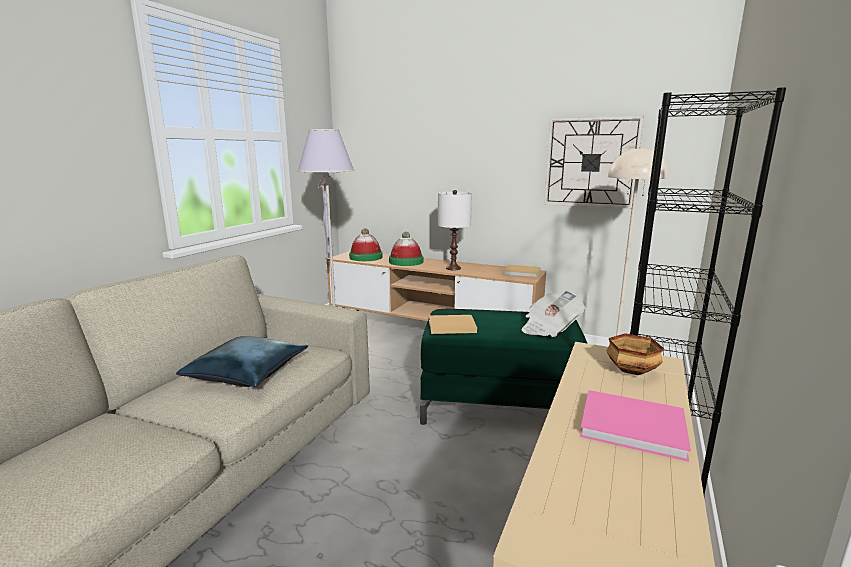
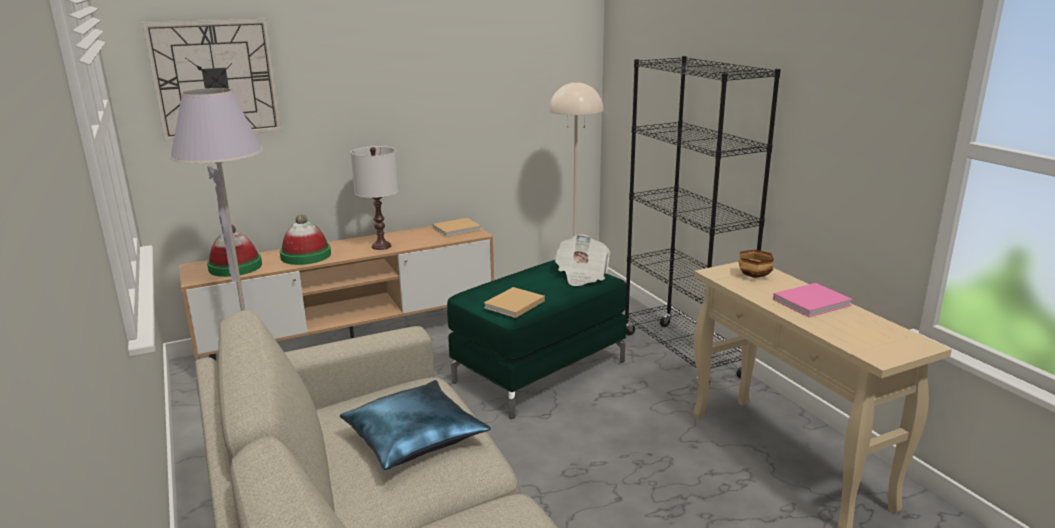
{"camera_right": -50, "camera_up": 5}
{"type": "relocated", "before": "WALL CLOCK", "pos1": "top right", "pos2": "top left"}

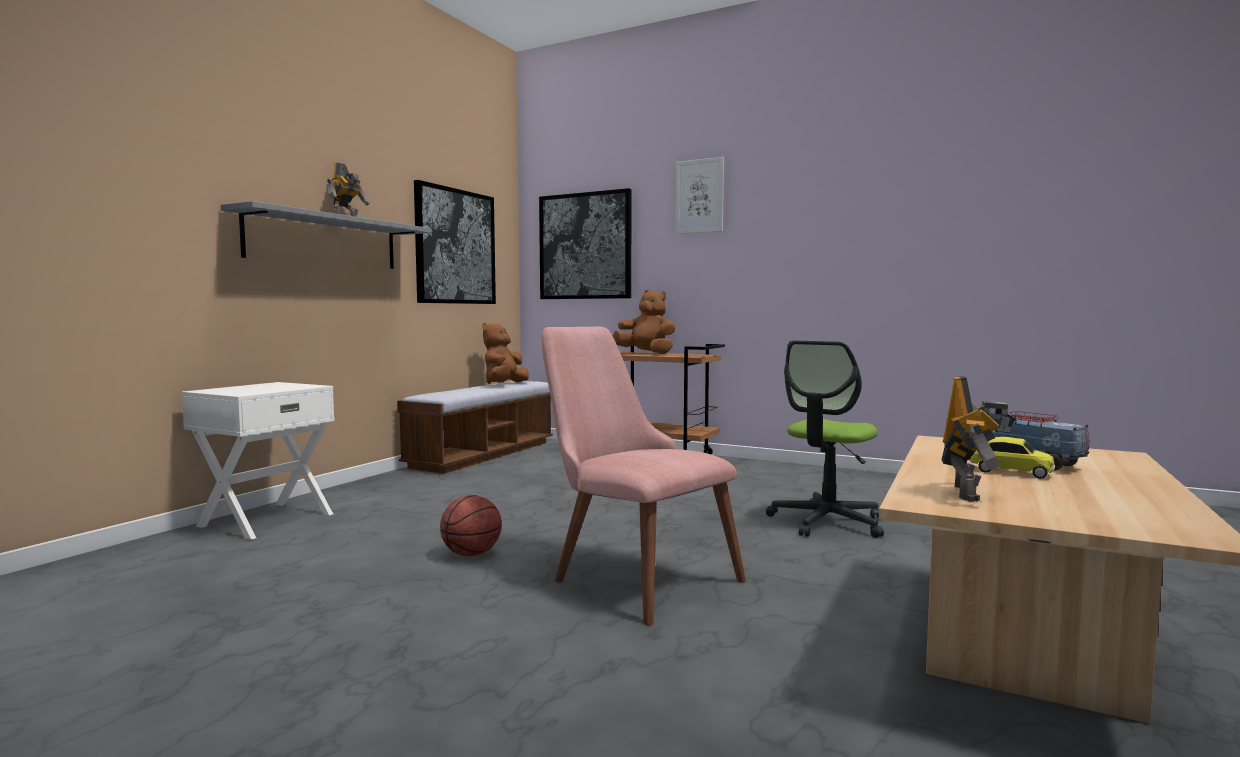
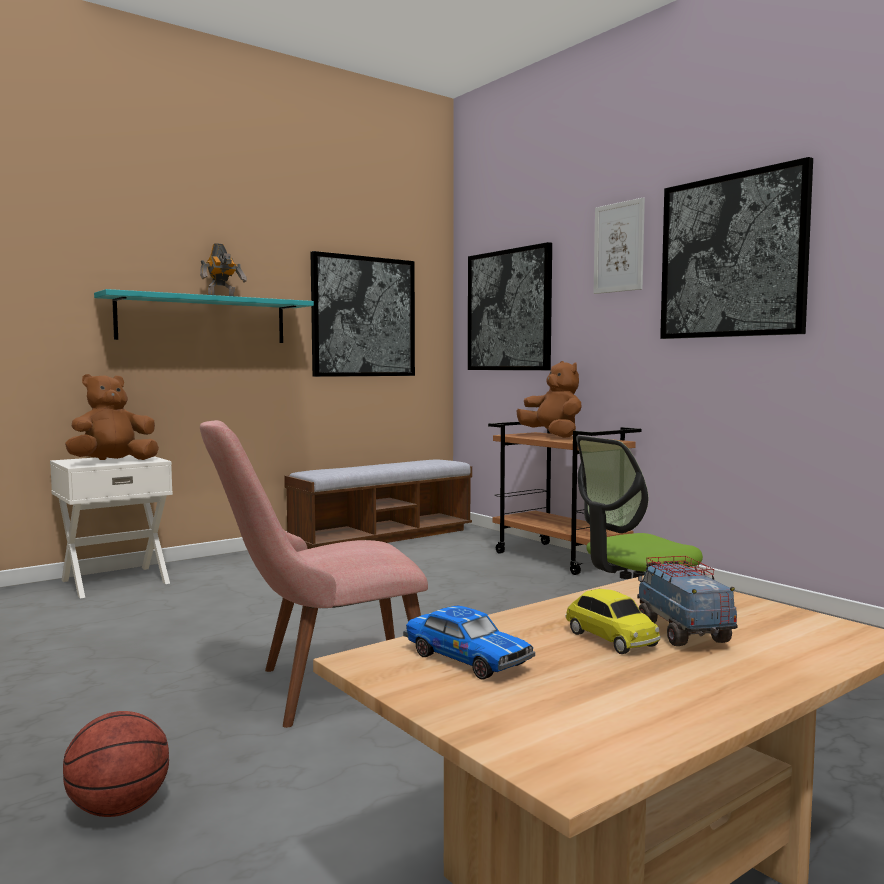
{"camera_right": 25, "camera_up": 0}
{"type": "colour", "before": "GREY SHELF", "after": "TURQUOISE SHELF", "pos1": "top left", "pos2": "middle left"}
{"type": "relocated", "before": "BASKETBALL", "pos1": "bottom centre", "pos2": "bottom left"}
{"type": "relocated", "before": "BROWN PLUSH TOY (no. 1 from left)", "pos1": "centre", "pos2": "middle left"}
{"type": "spun", "before": "PINK CHAIR", "pos1": "centre", "pos2": "centre", "turn": -90}
{"type": "exchanged", "before": "TOY ROBOT (no. 2 from left)", "after": "TOY CAR (no. 1 from left)", "pos1": "middle right", "pos2": "bottom centre"}
{"type": "appeared", "after": "PICTURE (no. 4 from left)", "pos2": "top right"}

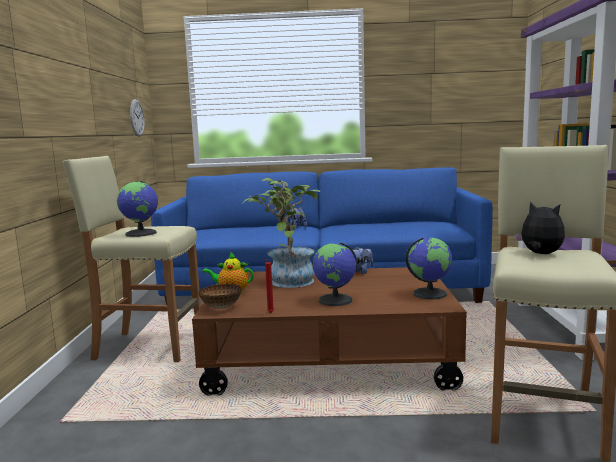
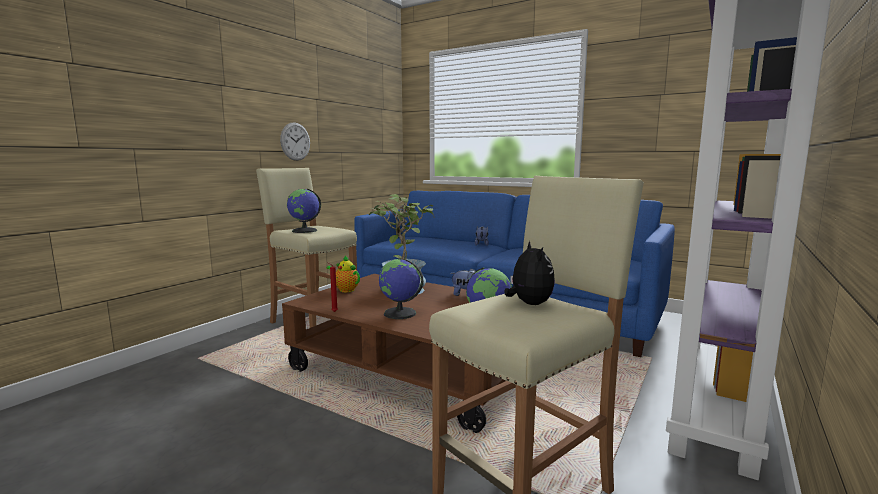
{"camera_right": 30, "camera_up": 0}
{"type": "relocated", "before": "WALL CLOCK", "pos1": "top left", "pos2": "top centre"}
{"type": "missing", "before": "BOWL", "pos1": "centre"}

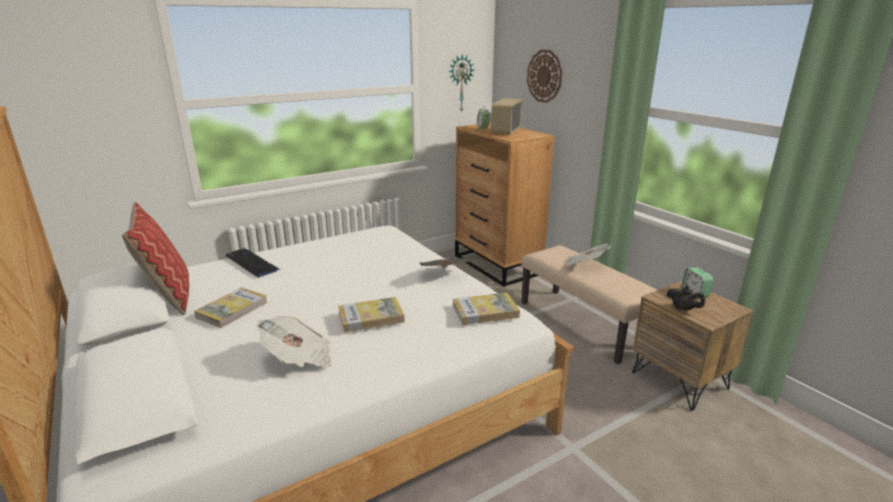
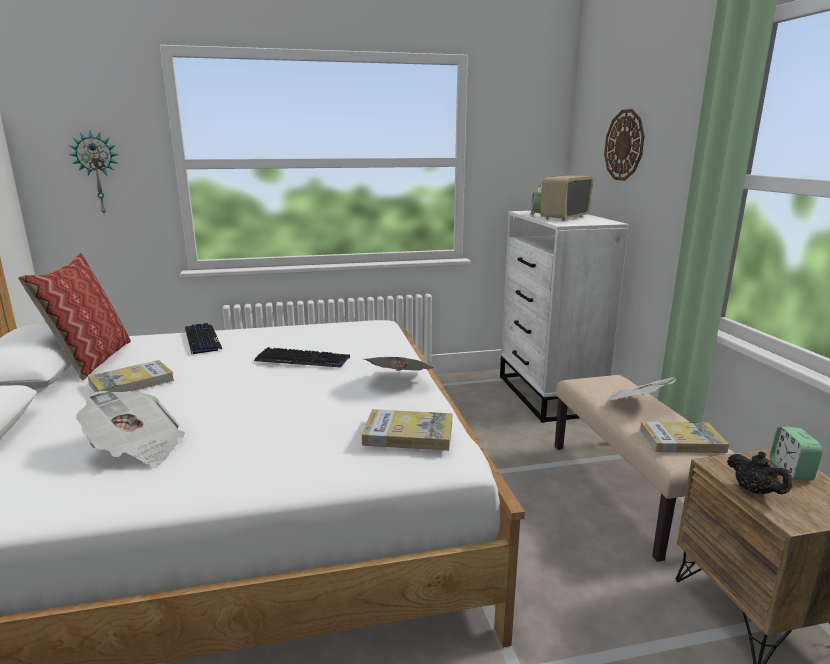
{"camera_right": 20, "camera_up": -5}
{"type": "relocated", "before": "BOOK (no. 2 from left in the first image)", "after": "BOOK (no. 3 from left)", "pos1": "centre", "pos2": "middle right"}
{"type": "relocated", "before": "WALL CLOCK (no. 1 from left)", "pos1": "top centre", "pos2": "top left"}
{"type": "colour", "before": "BROWN DRESSER", "after": "WHITE DRESSER", "pos1": "centre", "pos2": "middle right"}
{"type": "appeared", "after": "KEYBOARD (no. 2 from left)", "pos2": "centre"}

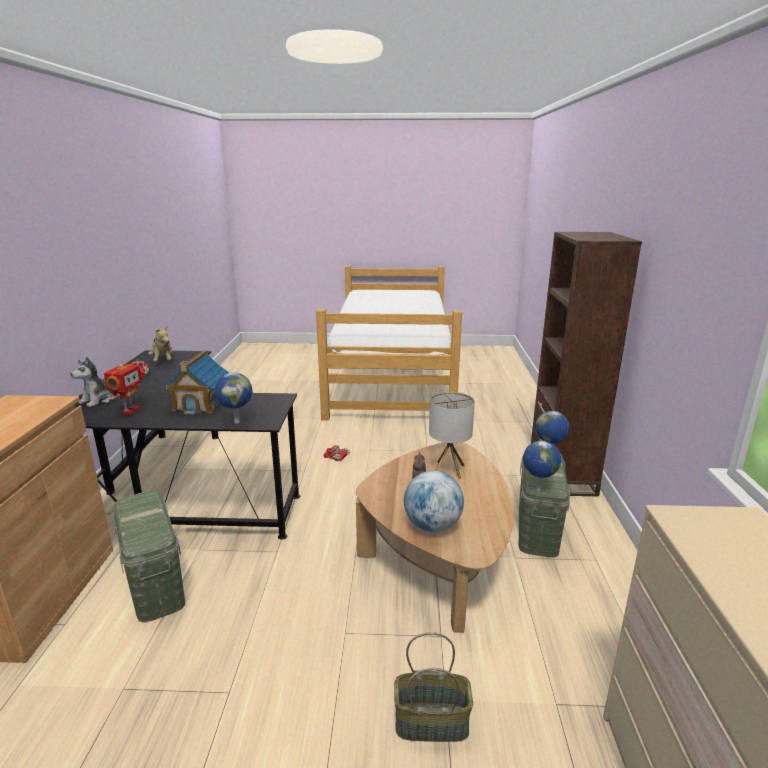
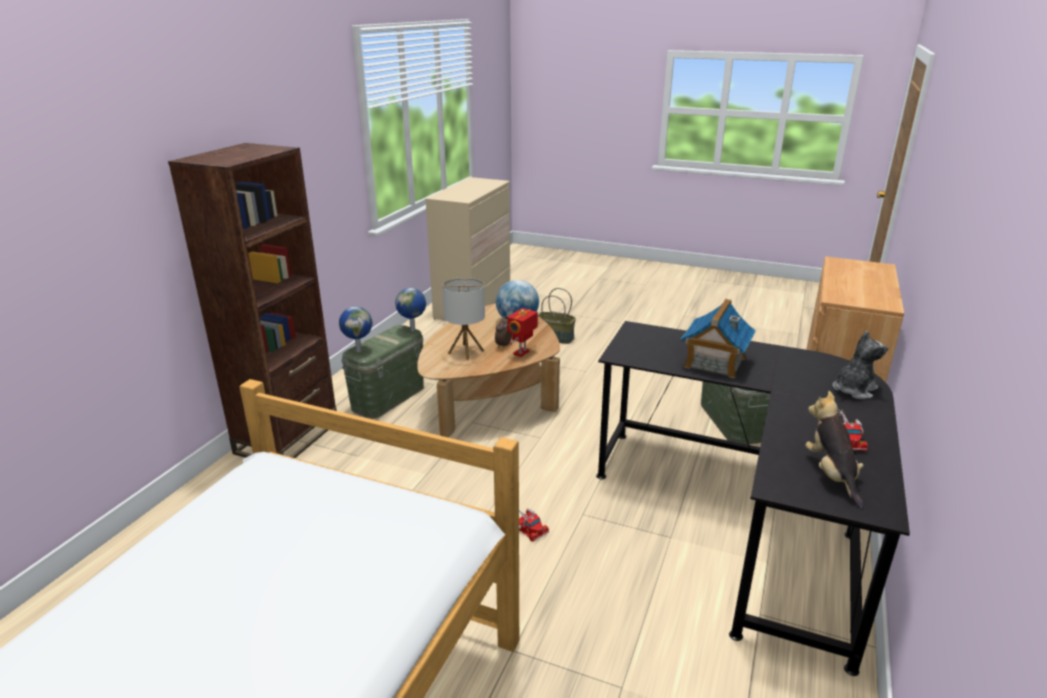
{"camera_right": -160, "camera_up": 5}
{"type": "relocated", "before": "TOY ROBOT", "pos1": "middle left", "pos2": "centre"}
{"type": "missing", "before": "GLOBE (no. 1 from left)", "pos1": "middle left"}

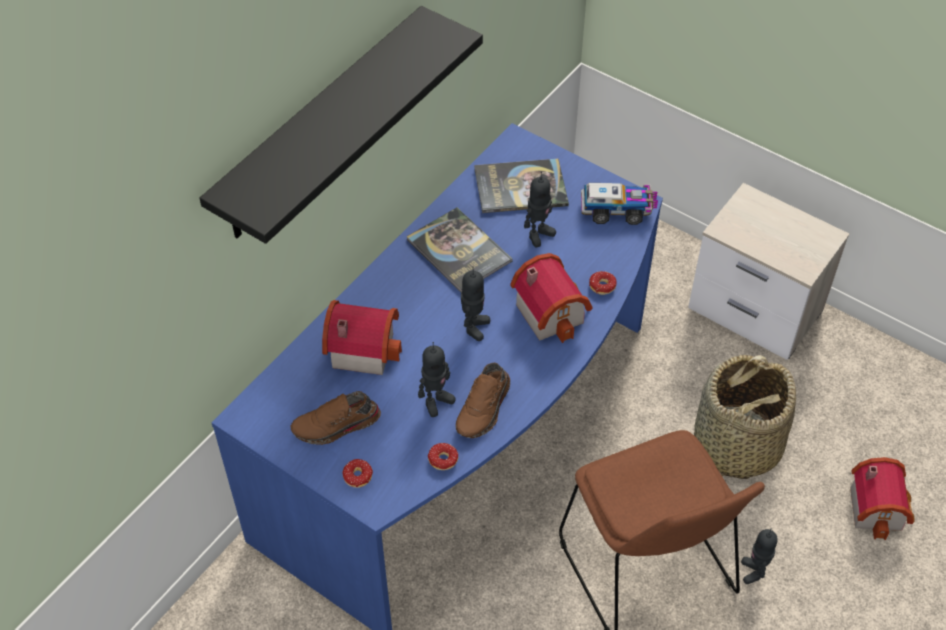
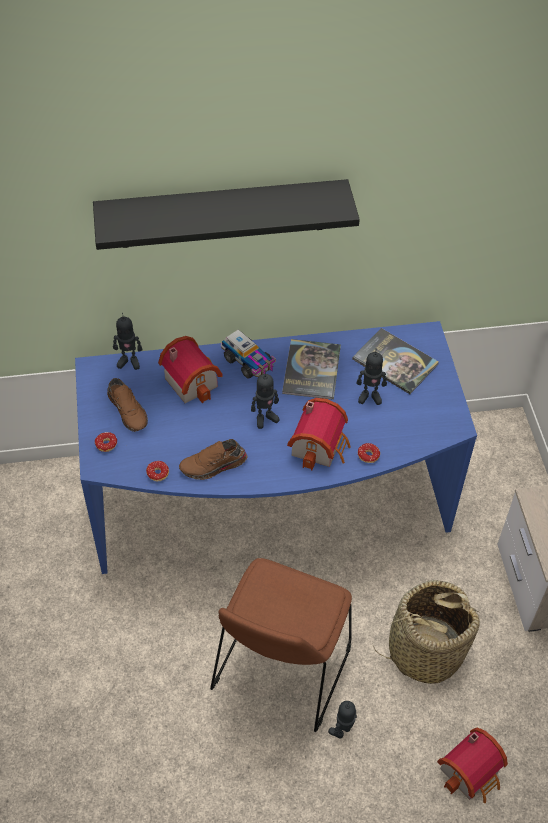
{"camera_right": 45, "camera_up": 0}
{"type": "spun", "before": "BROWN SHOE (no. 1 from left)", "pos1": "centre", "pos2": "middle left", "turn": -150}
{"type": "relocated", "before": "TOY ROBOT (no. 1 from left)", "pos1": "centre", "pos2": "middle left"}
{"type": "relocated", "before": "TOY TRUCK", "pos1": "top centre", "pos2": "centre"}

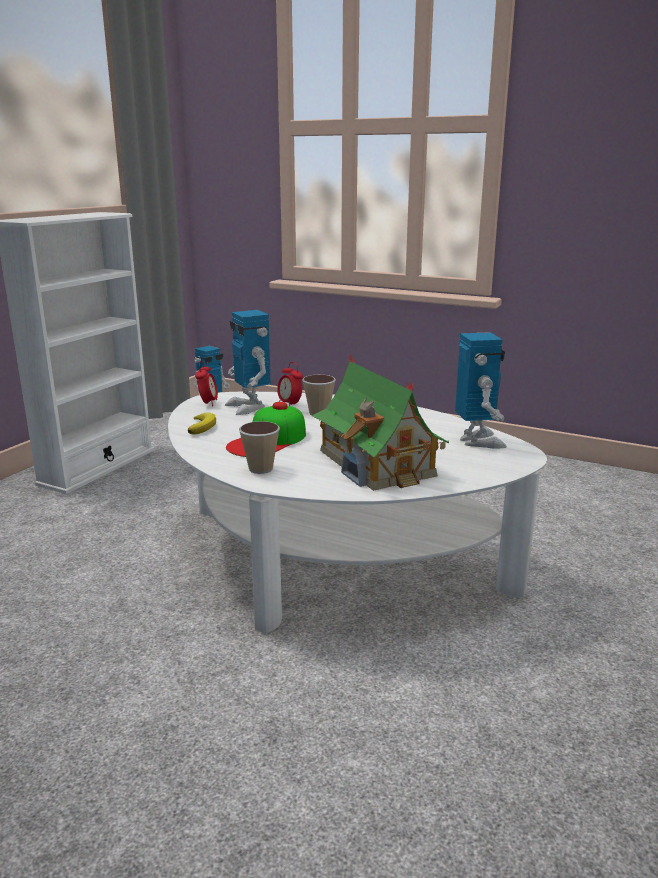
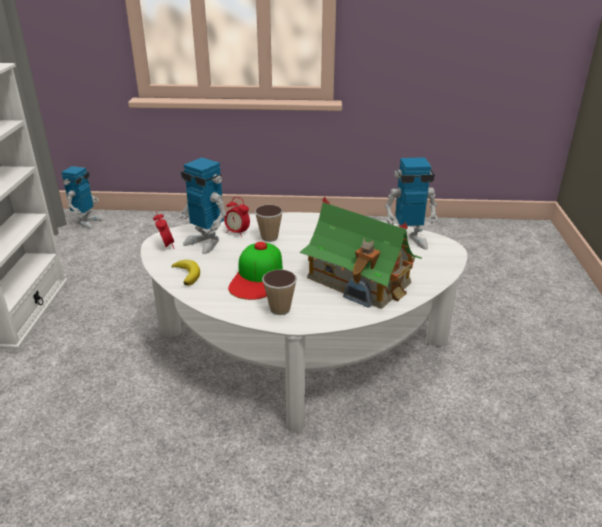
{"camera_right": -25, "camera_up": 10}
{"type": "spun", "before": "TOY ROBOT (no. 3 from left)", "pos1": "middle right", "pos2": "middle right", "turn": 120}

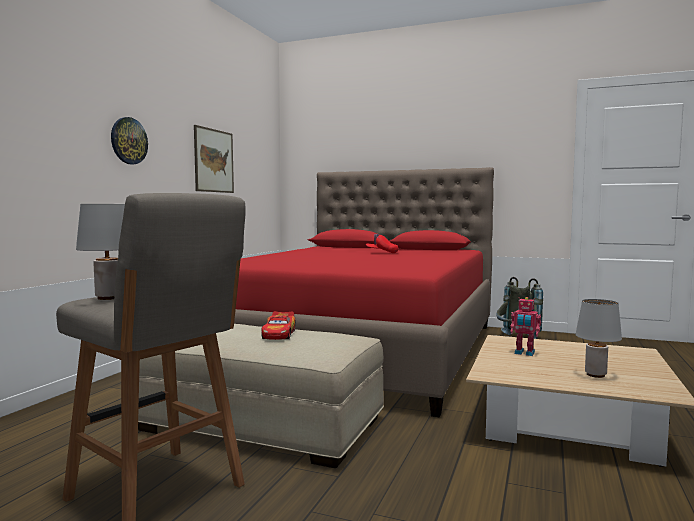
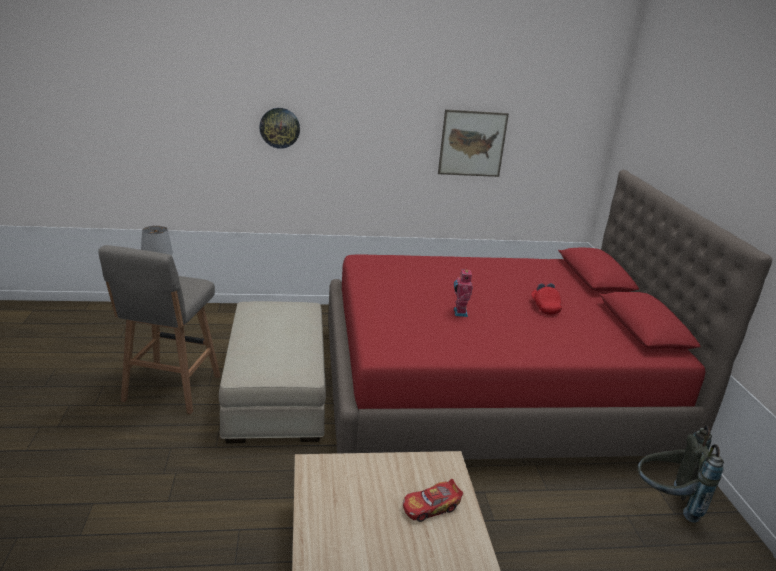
{"camera_right": 60, "camera_up": 20}
{"type": "relocated", "before": "WALL CLOCK", "pos1": "top left", "pos2": "top centre"}
{"type": "relocated", "before": "TOY CAR", "pos1": "centre", "pos2": "bottom centre"}
{"type": "relocated", "before": "TOY ROBOT", "pos1": "middle right", "pos2": "centre"}
{"type": "missing", "before": "GREY TABLE LAMP (no. 2 from left)", "pos1": "middle right"}

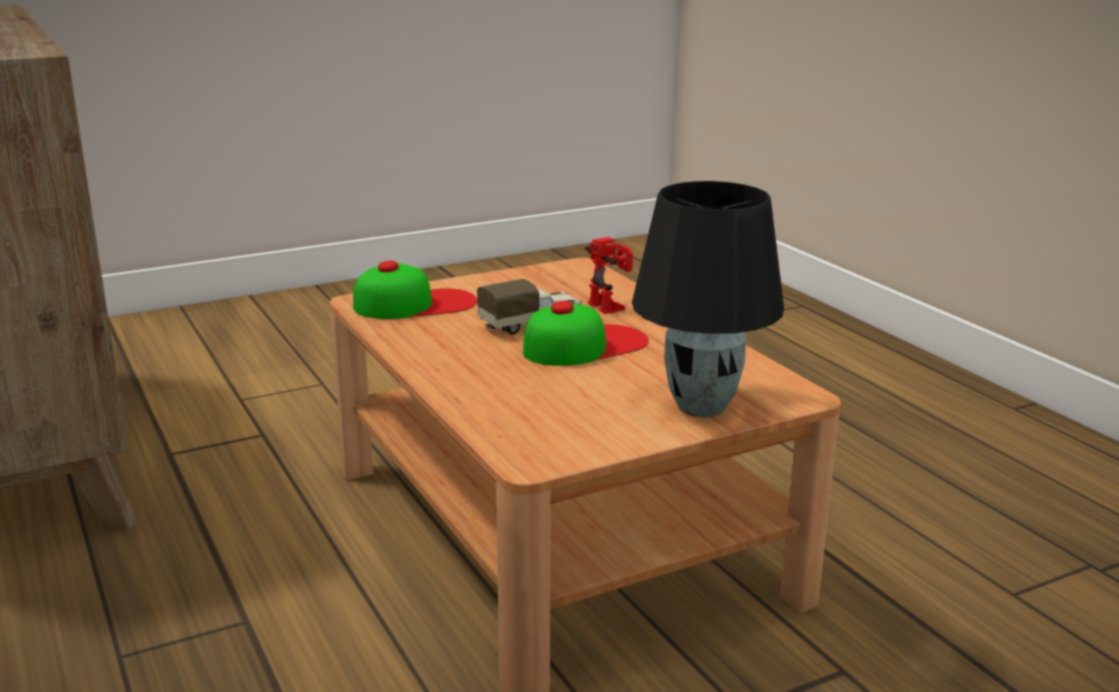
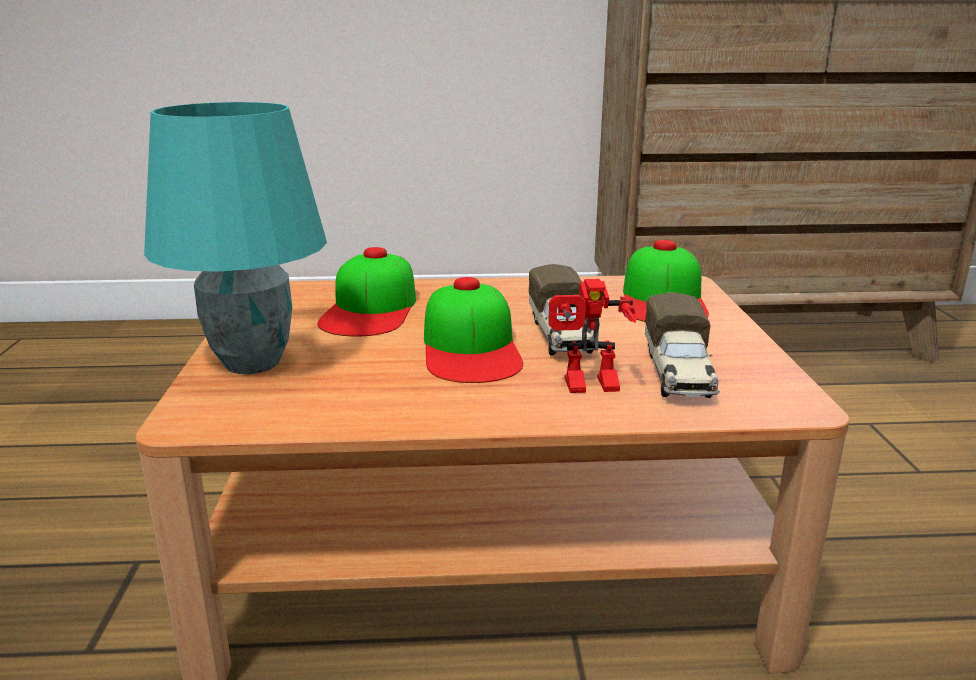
{"camera_right": 115, "camera_up": 0}
{"type": "colour", "before": "BLACK TABLE LAMP", "after": "TURQUOISE TABLE LAMP", "pos1": "centre", "pos2": "middle left"}
{"type": "appeared", "after": "CAP (no. 1 from left)", "pos2": "centre"}
{"type": "appeared", "after": "TOY TRUCK (no. 2 from left)", "pos2": "middle right"}

